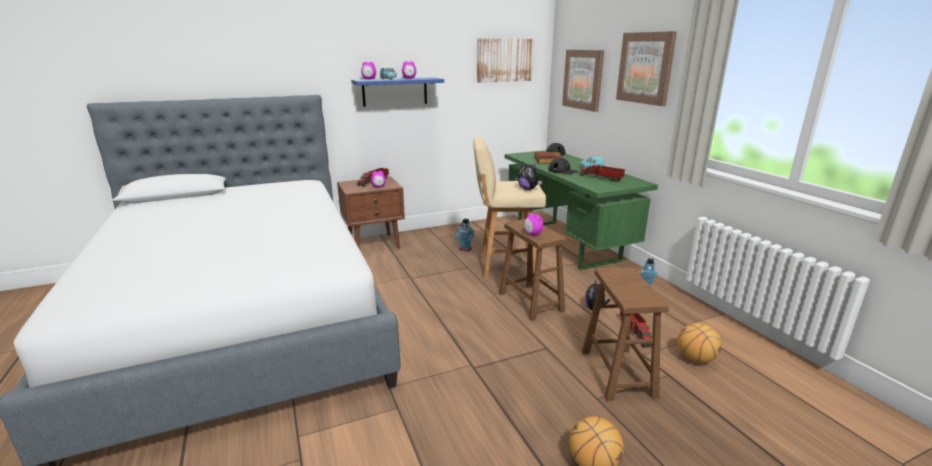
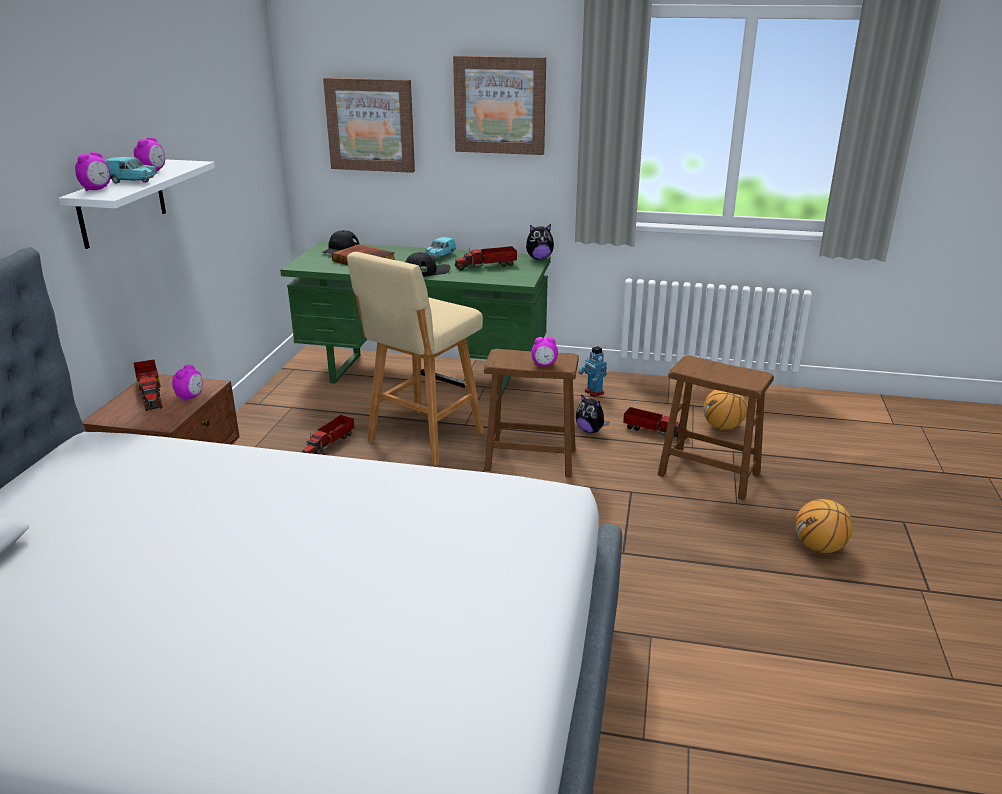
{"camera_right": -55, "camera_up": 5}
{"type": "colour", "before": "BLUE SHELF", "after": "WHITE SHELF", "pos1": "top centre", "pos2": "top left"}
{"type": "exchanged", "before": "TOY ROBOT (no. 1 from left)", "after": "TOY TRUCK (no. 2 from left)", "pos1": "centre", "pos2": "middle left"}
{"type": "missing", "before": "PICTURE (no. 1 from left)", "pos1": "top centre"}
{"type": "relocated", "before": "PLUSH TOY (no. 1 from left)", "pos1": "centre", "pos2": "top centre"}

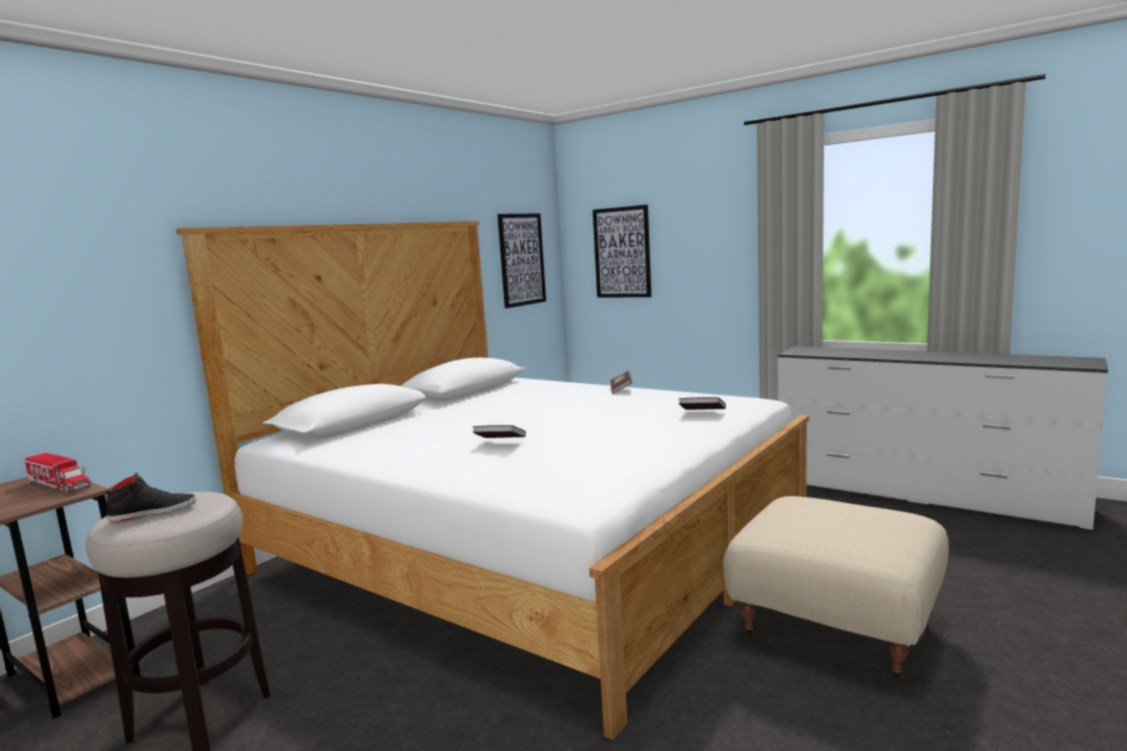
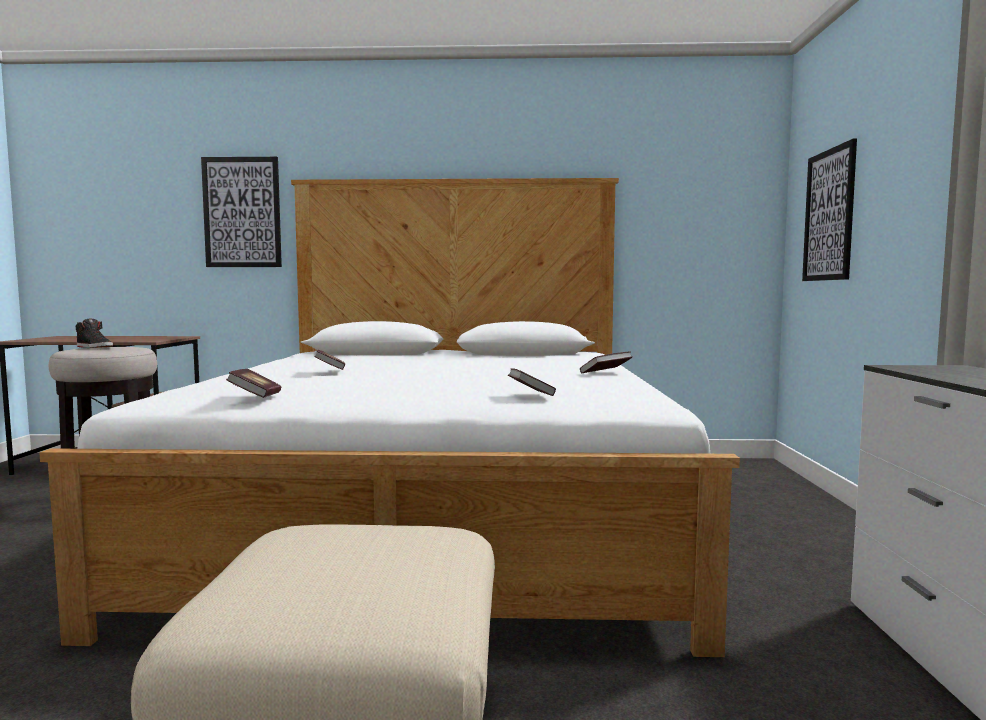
{"camera_right": 55, "camera_up": -5}
{"type": "missing", "before": "TOY TRUCK", "pos1": "middle left"}
{"type": "relocated", "before": "PICTURE (no. 1 from left)", "pos1": "centre", "pos2": "top left"}
{"type": "appeared", "after": "BOOK (no. 1 from left)", "pos2": "middle left"}

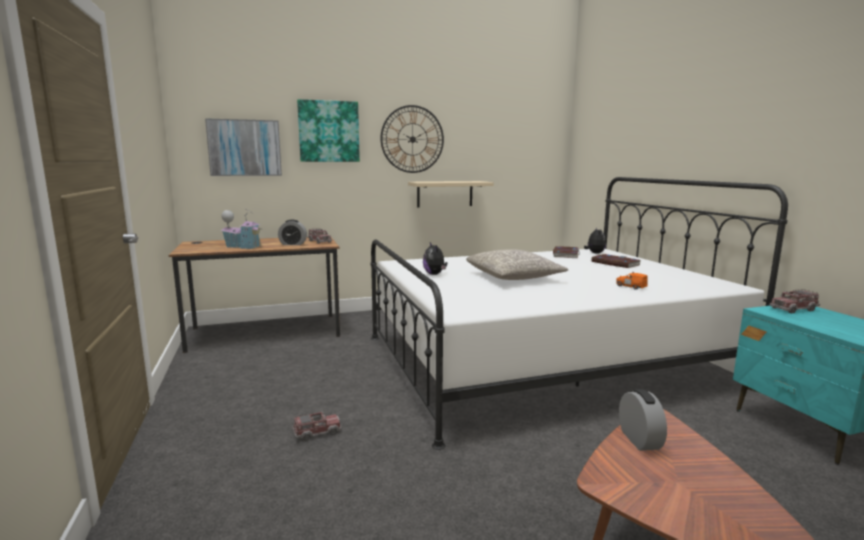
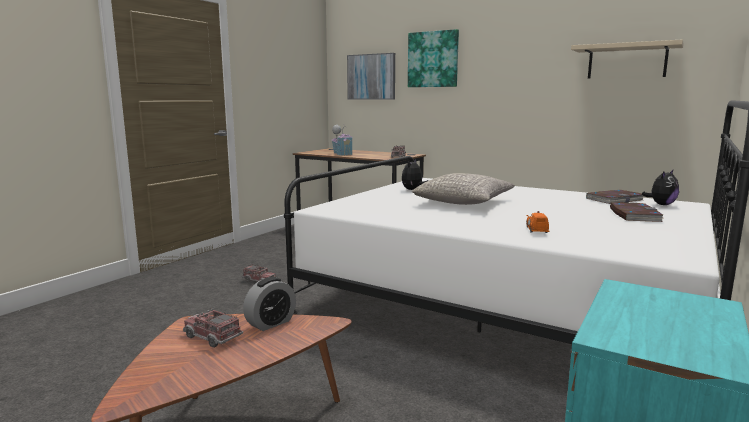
{"camera_right": 50, "camera_up": 0}
{"type": "missing", "before": "ALARM CLOCK (no. 1 from left)", "pos1": "centre"}
{"type": "missing", "before": "WALL CLOCK", "pos1": "top centre"}
{"type": "relocated", "before": "BEIGE SHELF", "pos1": "centre", "pos2": "top right"}
{"type": "relocated", "before": "TOY TRUCK (no. 3 from left in the first image)", "after": "TOY TRUCK (no. 1 from left)", "pos1": "middle right", "pos2": "bottom left"}

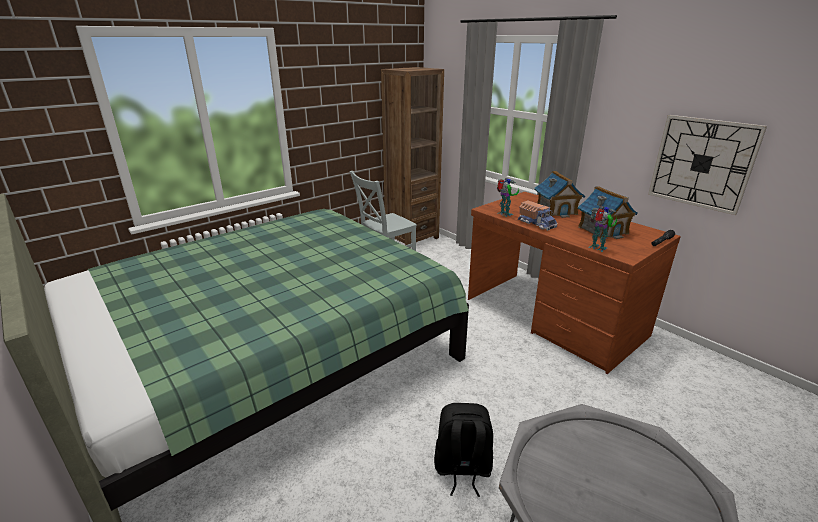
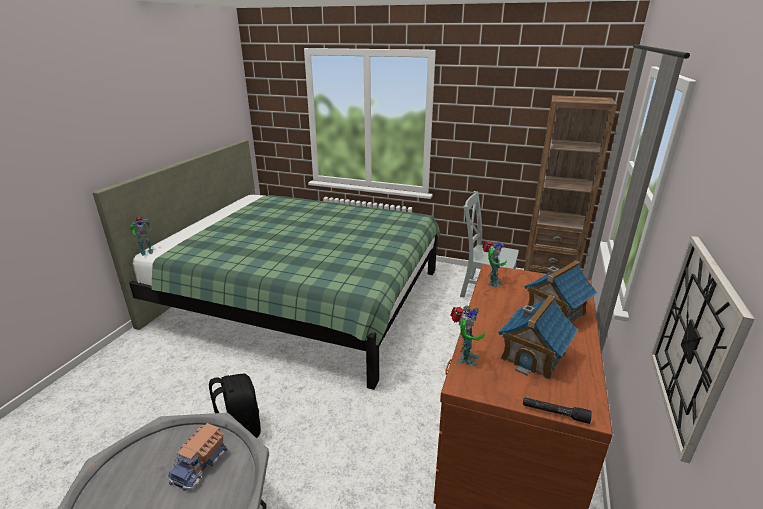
{"camera_right": 60, "camera_up": 0}
{"type": "relocated", "before": "TOY TRUCK", "pos1": "centre", "pos2": "bottom left"}
{"type": "appeared", "after": "TOY ROBOT (no. 1 from left)", "pos2": "middle left"}

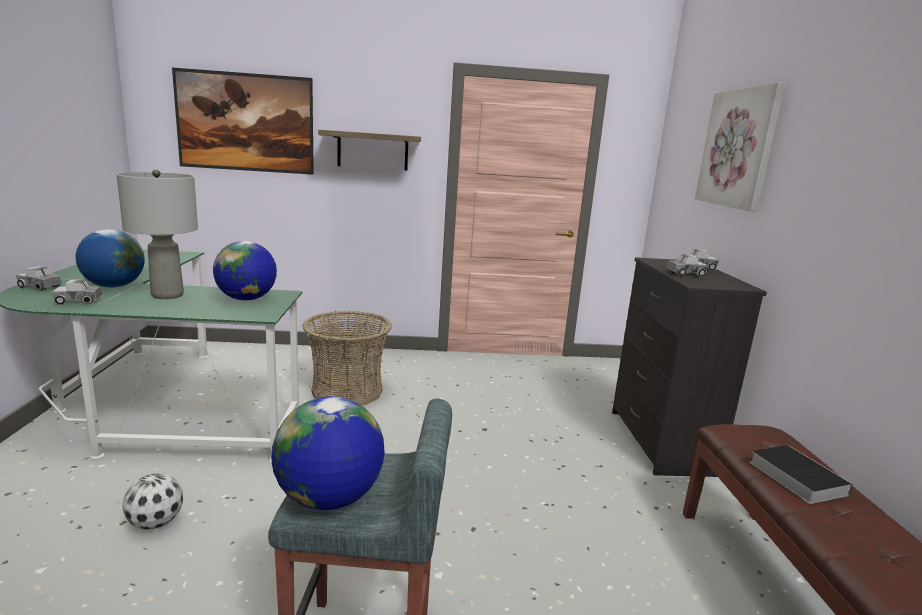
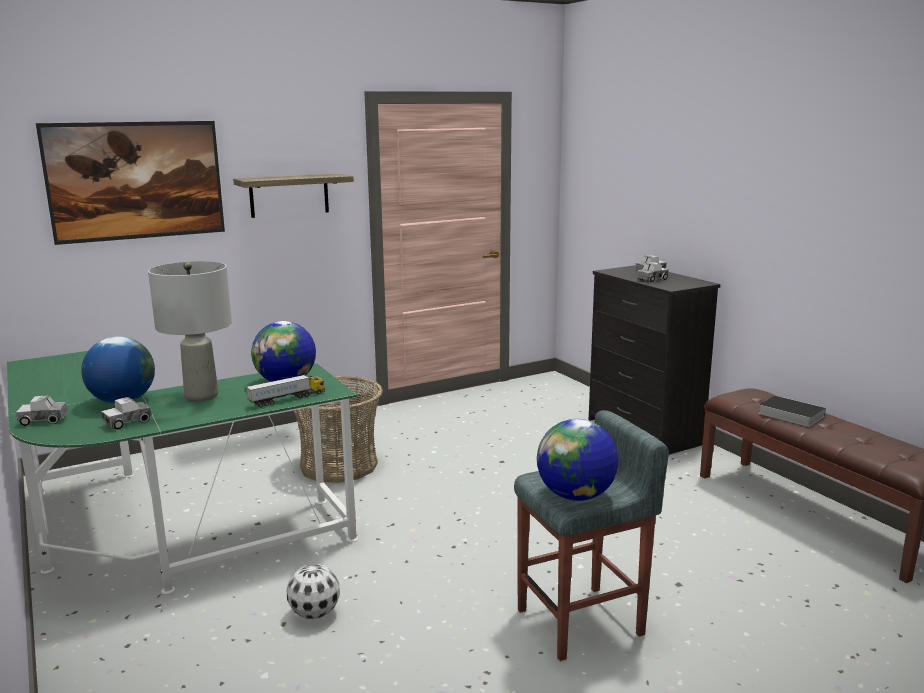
{"camera_right": -25, "camera_up": 0}
{"type": "missing", "before": "PICTURE (no. 2 from left)", "pos1": "top right"}
{"type": "appeared", "after": "TOY TRUCK (no. 3 from left)", "pos2": "middle left"}

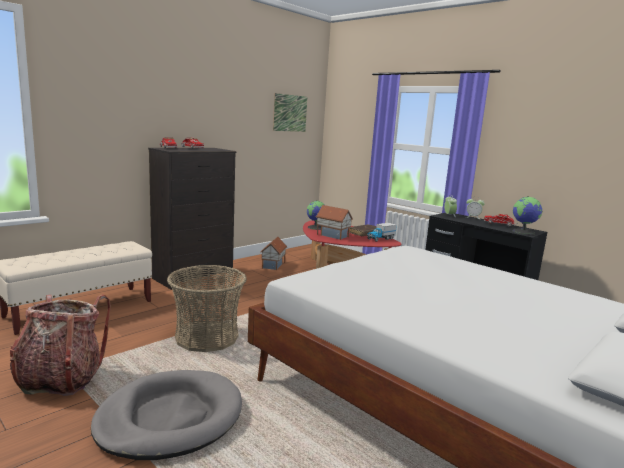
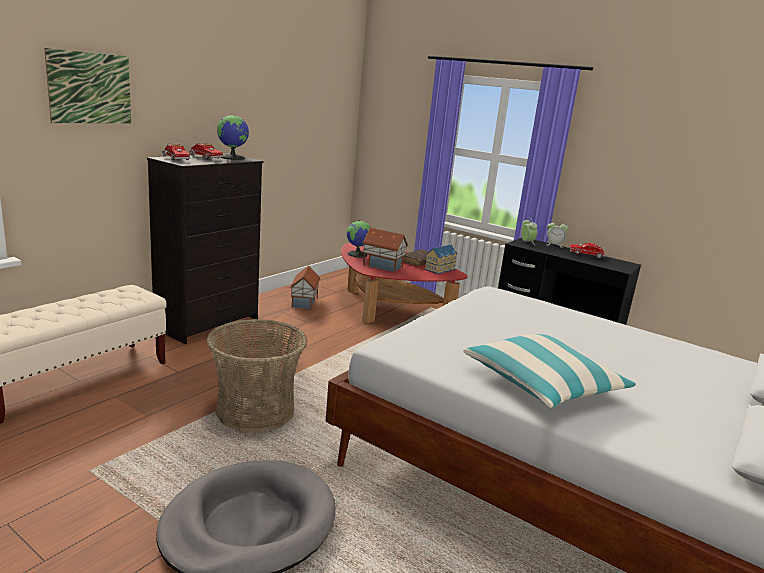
{"camera_right": -10, "camera_up": 5}
{"type": "missing", "before": "BACKPACK", "pos1": "bottom left"}
{"type": "relocated", "before": "PICTURE", "pos1": "top centre", "pos2": "top left"}
{"type": "exchanged", "before": "TOY TRUCK (no. 3 from left)", "after": "TOY HOUSE (no. 3 from left)", "pos1": "centre", "pos2": "centre"}
{"type": "relocated", "before": "GLOBE (no. 2 from left in the first image)", "after": "GLOBE (no. 1 from left)", "pos1": "middle right", "pos2": "top left"}
{"type": "appeared", "after": "PILLOW", "pos2": "middle right"}

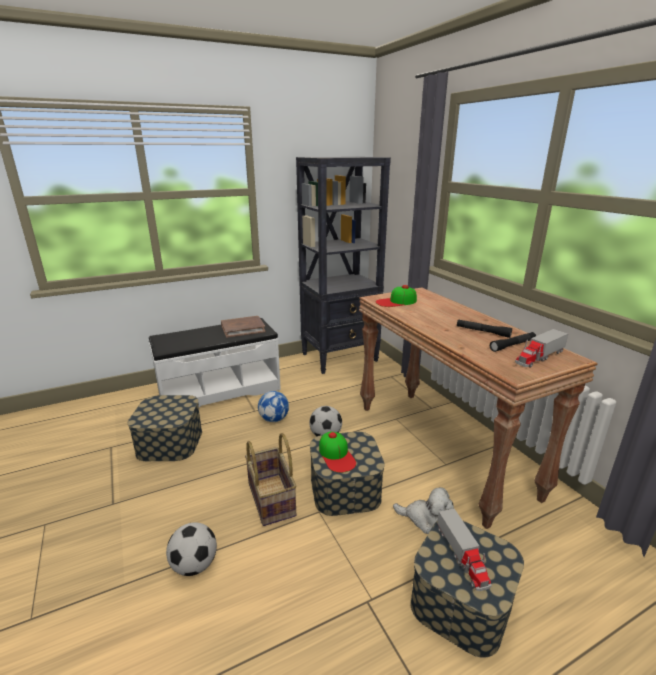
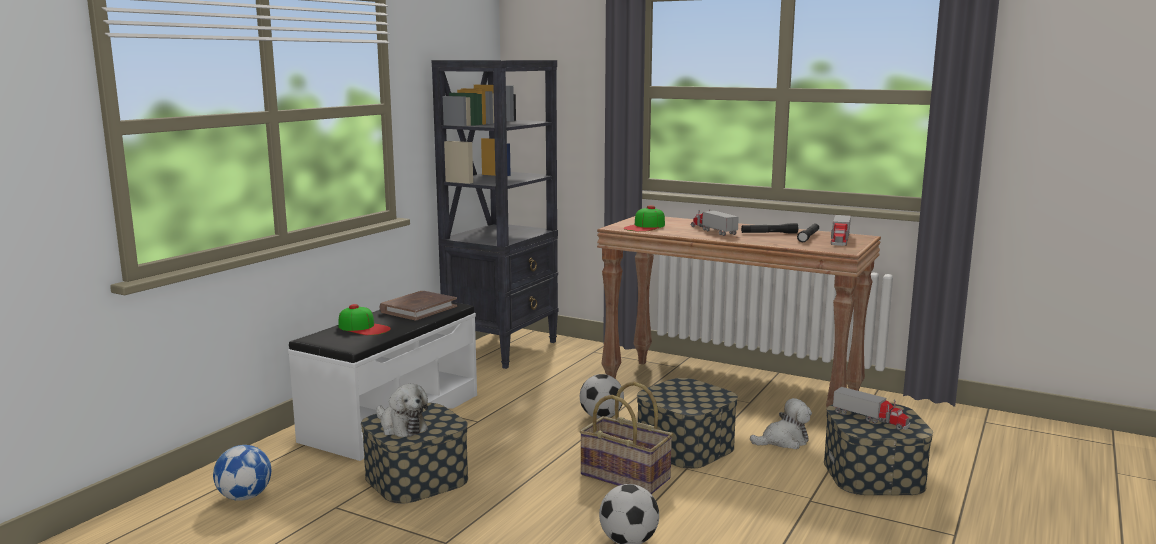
{"camera_right": -35, "camera_up": -10}
{"type": "relocated", "before": "FOOTBALL (no. 2 from left in the first image)", "after": "FOOTBALL (no. 1 from left)", "pos1": "centre", "pos2": "bottom left"}
{"type": "relocated", "before": "CAP (no. 1 from left)", "pos1": "bottom centre", "pos2": "middle left"}
{"type": "appeared", "after": "PLUSH TOY (no. 1 from left)", "pos2": "bottom centre"}
{"type": "appeared", "after": "TOY TRUCK (no. 1 from left)", "pos2": "centre"}

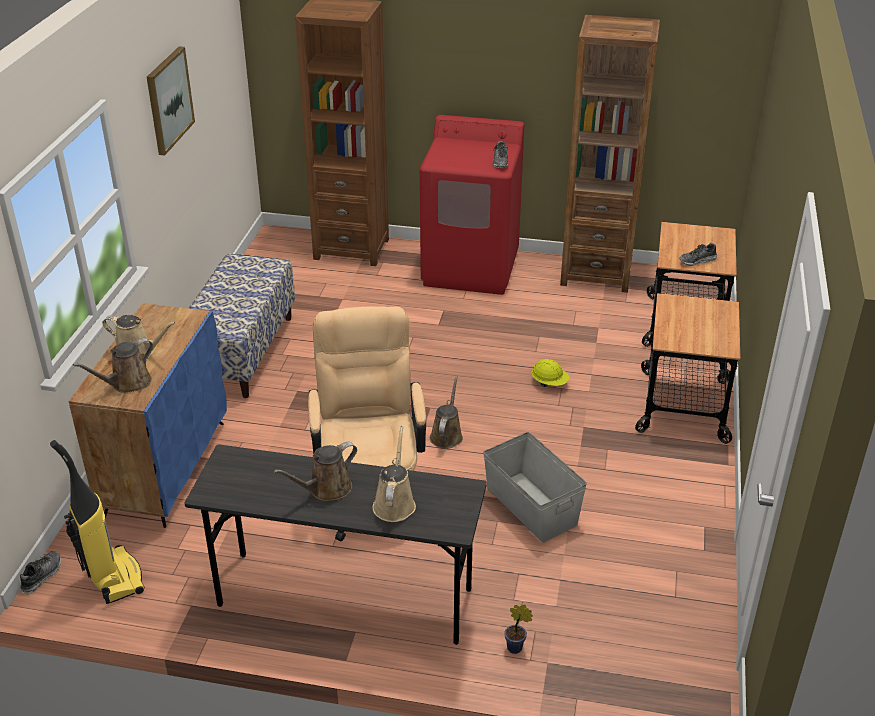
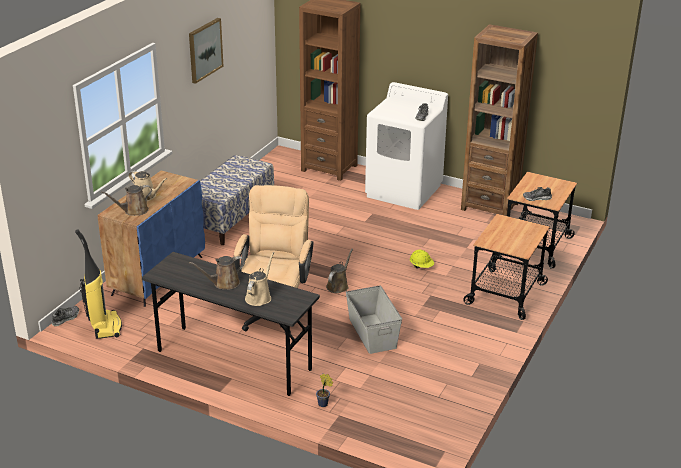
{"camera_right": 15, "camera_up": -5}
{"type": "colour", "before": "RED WASHING MACHINE", "after": "WHITE WASHING MACHINE", "pos1": "top centre", "pos2": "top centre"}

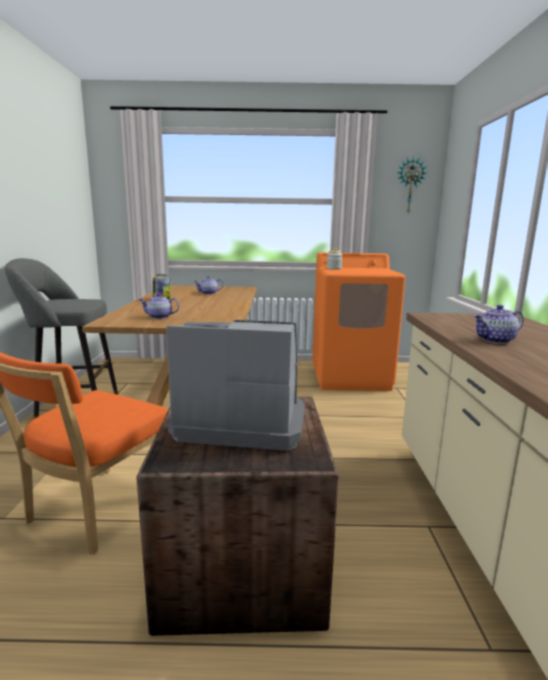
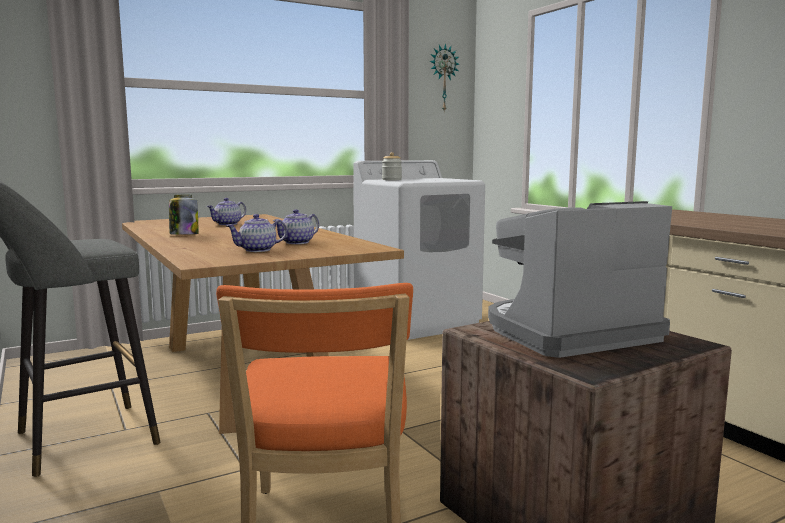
{"camera_right": -30, "camera_up": -5}
{"type": "colour", "before": "ORANGE WASHING MACHINE", "after": "WHITE WASHING MACHINE", "pos1": "centre", "pos2": "centre"}
{"type": "relocated", "before": "TEAPOT (no. 3 from left)", "pos1": "middle right", "pos2": "centre"}

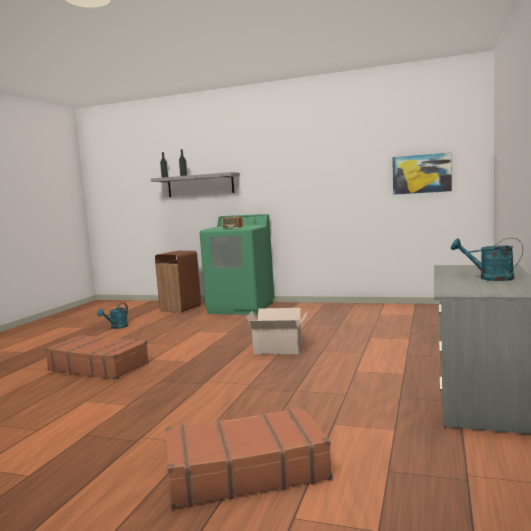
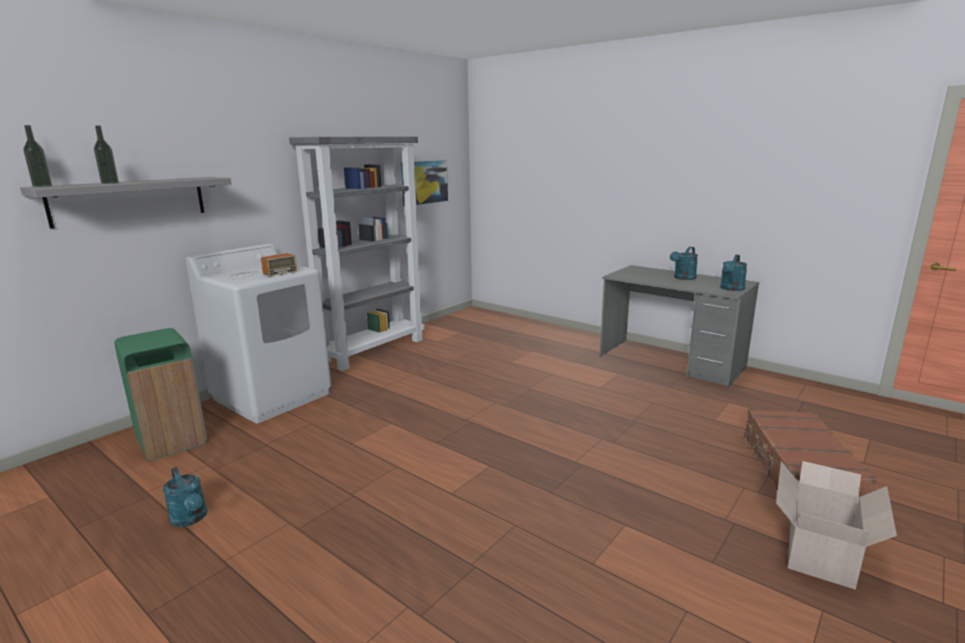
{"camera_right": -70, "camera_up": 10}
{"type": "missing", "before": "BROWN SUITCASE (no. 1 from left)", "pos1": "bottom left"}
{"type": "colour", "before": "BROWN TRASH CAN", "after": "GREEN TRASH CAN", "pos1": "centre", "pos2": "middle left"}
{"type": "colour", "before": "GREEN WASHING MACHINE", "after": "WHITE WASHING MACHINE", "pos1": "centre", "pos2": "middle left"}
{"type": "relocated", "before": "CARDBOARD BOX", "pos1": "centre", "pos2": "bottom right"}
{"type": "appeared", "after": "GREY BOOKCASE", "pos2": "centre"}
{"type": "appeared", "after": "TURQUOISE WATERING CAN (no. 3 from left)", "pos2": "middle right"}

